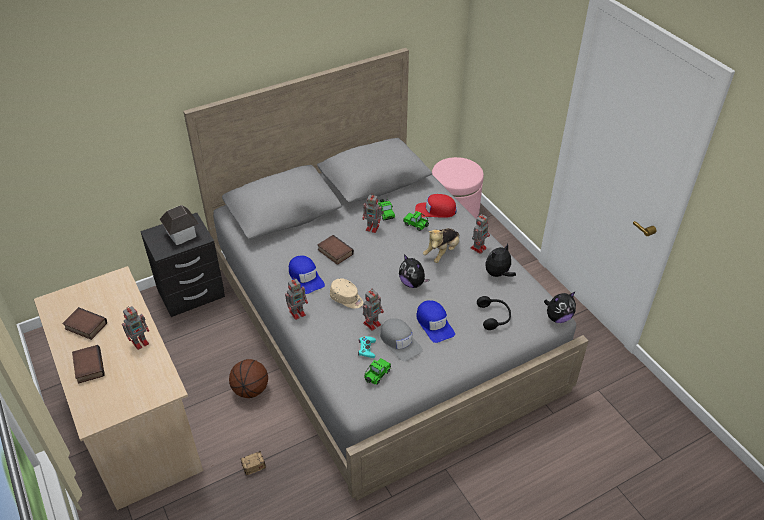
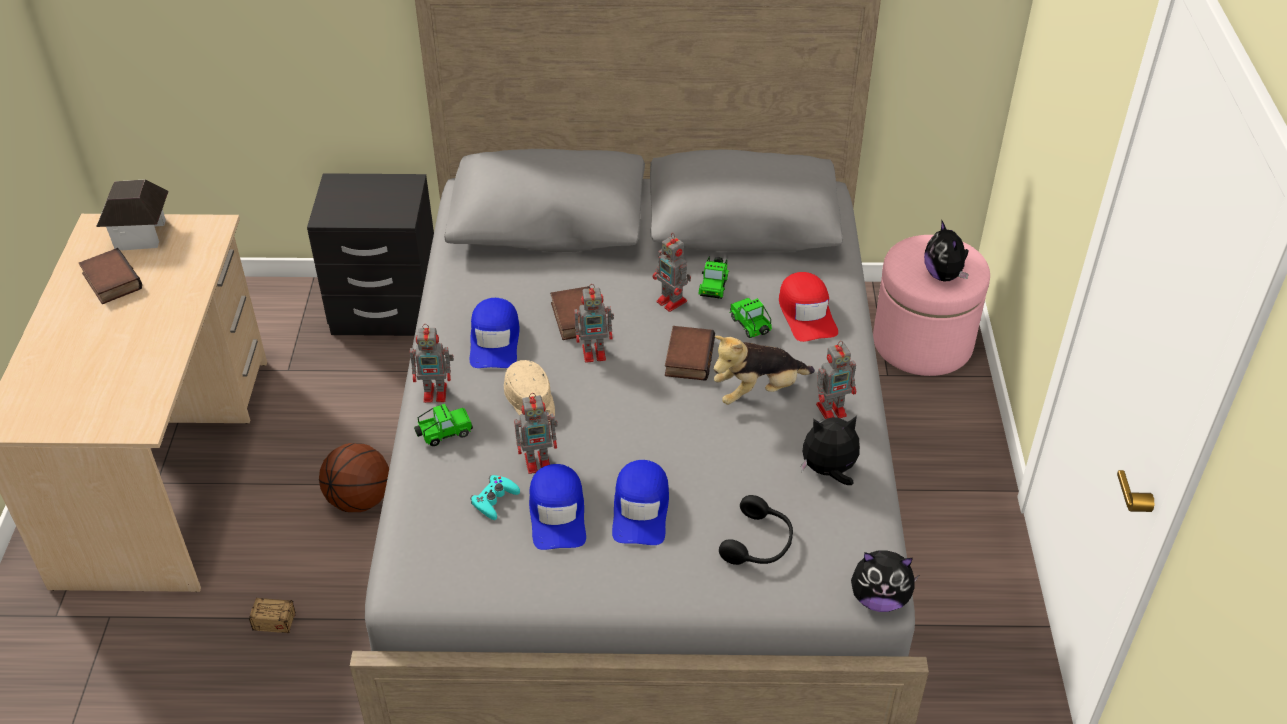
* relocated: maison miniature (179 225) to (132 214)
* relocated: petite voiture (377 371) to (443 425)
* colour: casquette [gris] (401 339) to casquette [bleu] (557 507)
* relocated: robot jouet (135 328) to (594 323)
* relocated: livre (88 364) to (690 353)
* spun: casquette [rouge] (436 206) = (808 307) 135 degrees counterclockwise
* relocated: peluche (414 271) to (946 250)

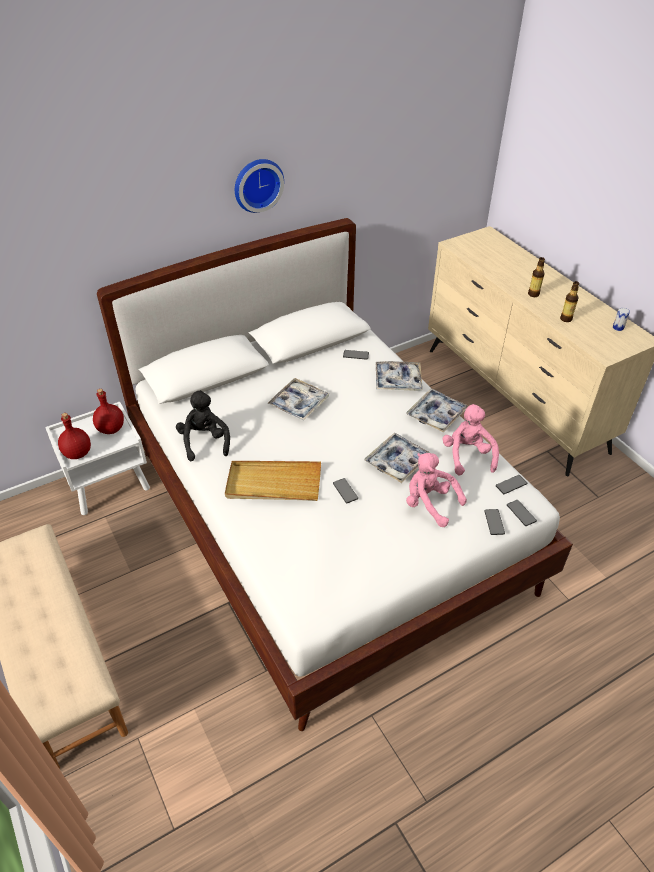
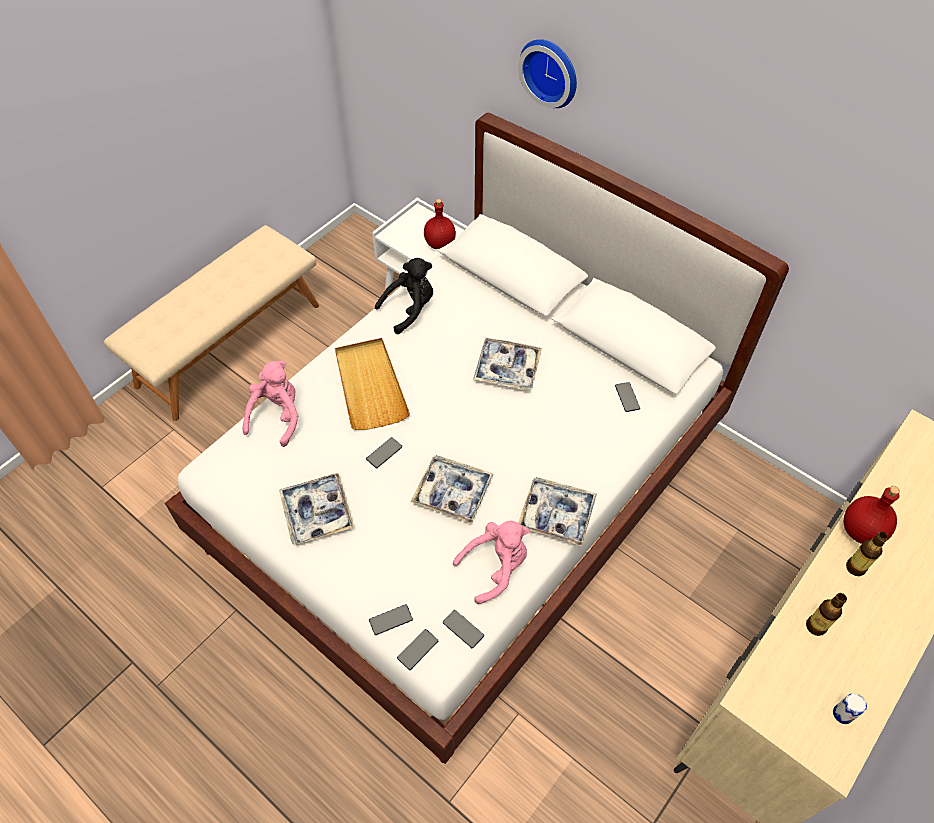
* relocated: peluche [rose] (436 490) to (270 404)
* relocated: plateau (399 376) to (316 509)
* relocated: horloge murale (259 186) to (547 73)
* relocated: bouteille [rouge] (74 436) to (872 515)

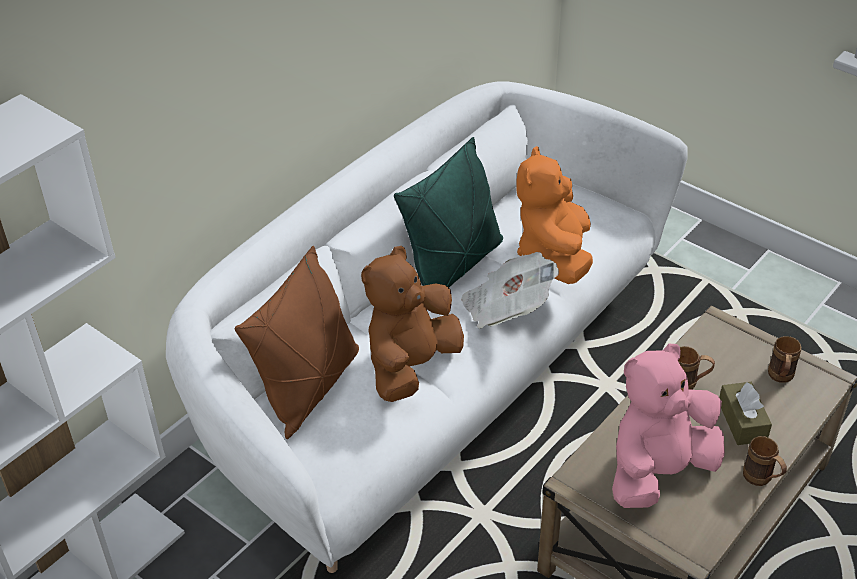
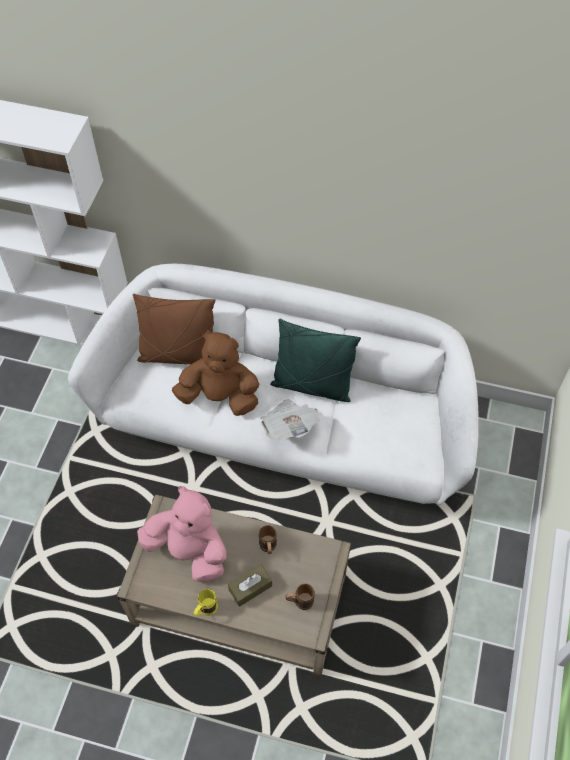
* colour: mug [marron] (765 461) to mug [jaune] (205 603)
* missing: peluche [orange] (554 215)

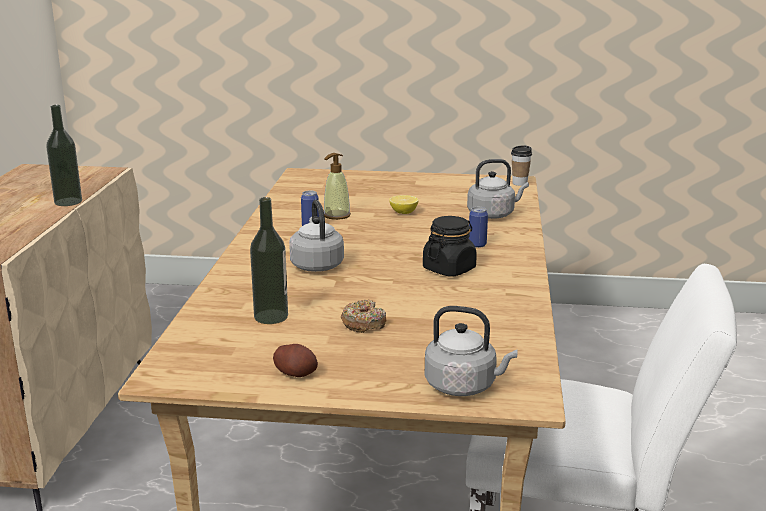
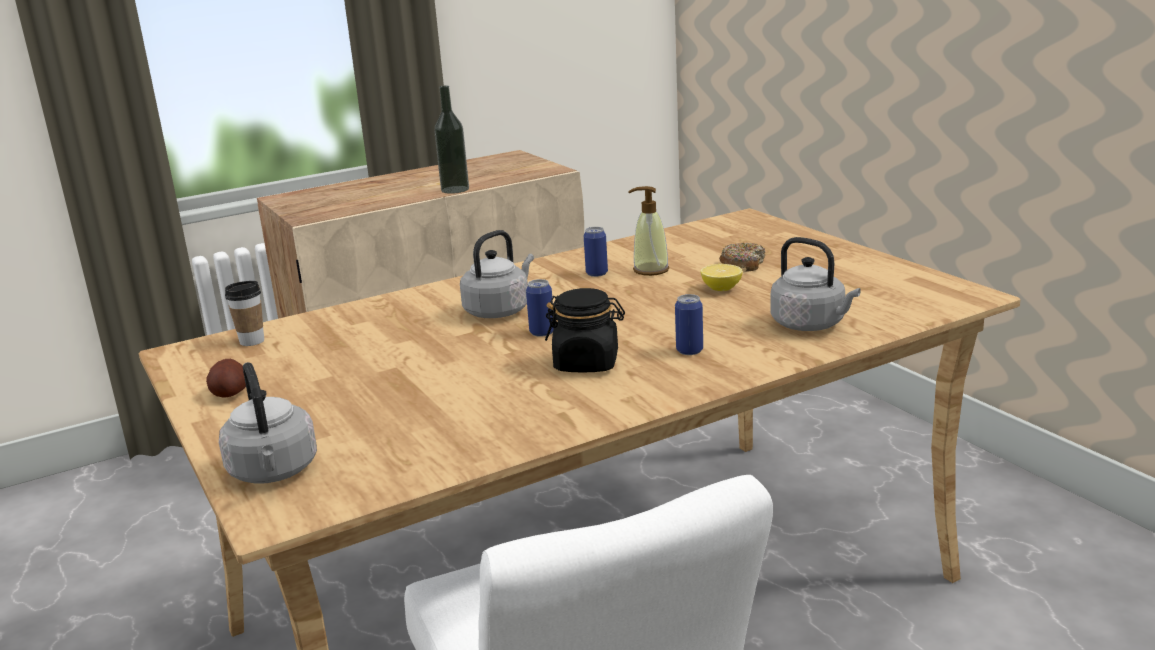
* relocated: tasse (521 165) to (244 313)
* appeared: boîte métallique (540 308)
* relocated: beignet (363 316) to (742 257)
* missing: bouteille (269 260)

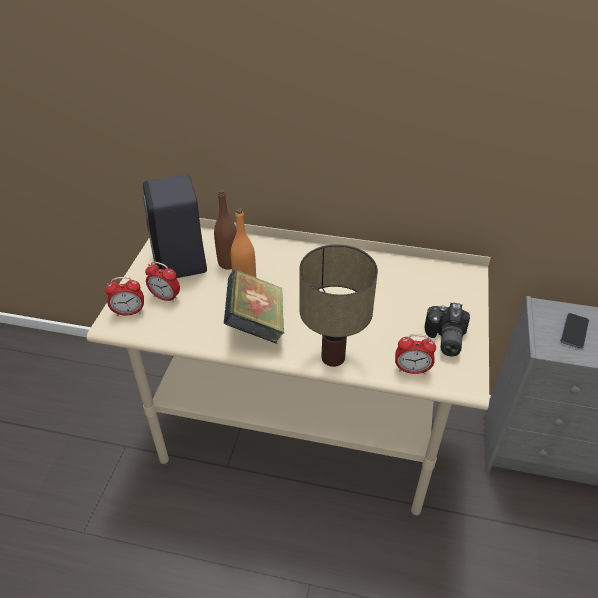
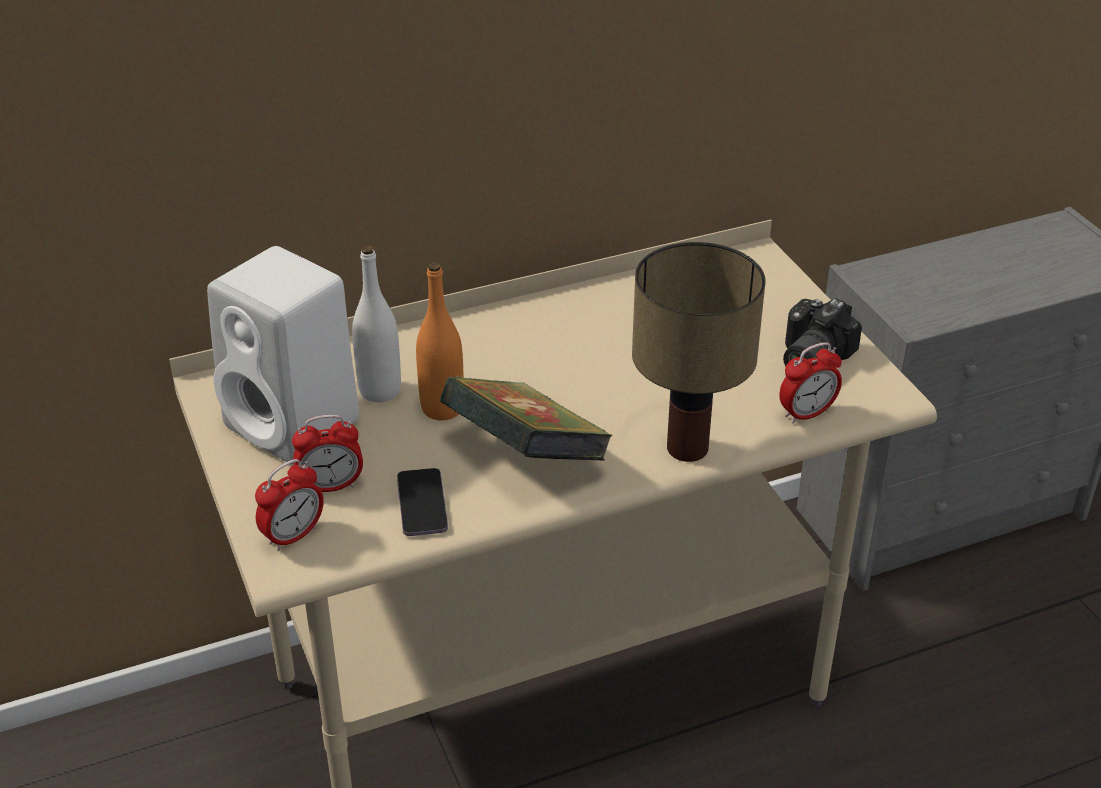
* colour: enceinte [noir] (175 226) to enceinte [blanc] (283 355)
* colour: bouteille [marron] (225 229) to bouteille [blanc] (376 323)
* relocated: téléphone (575 331) to (422 502)
* spun: appareil photo (447 329) = (822 332) 60 degrees clockwise

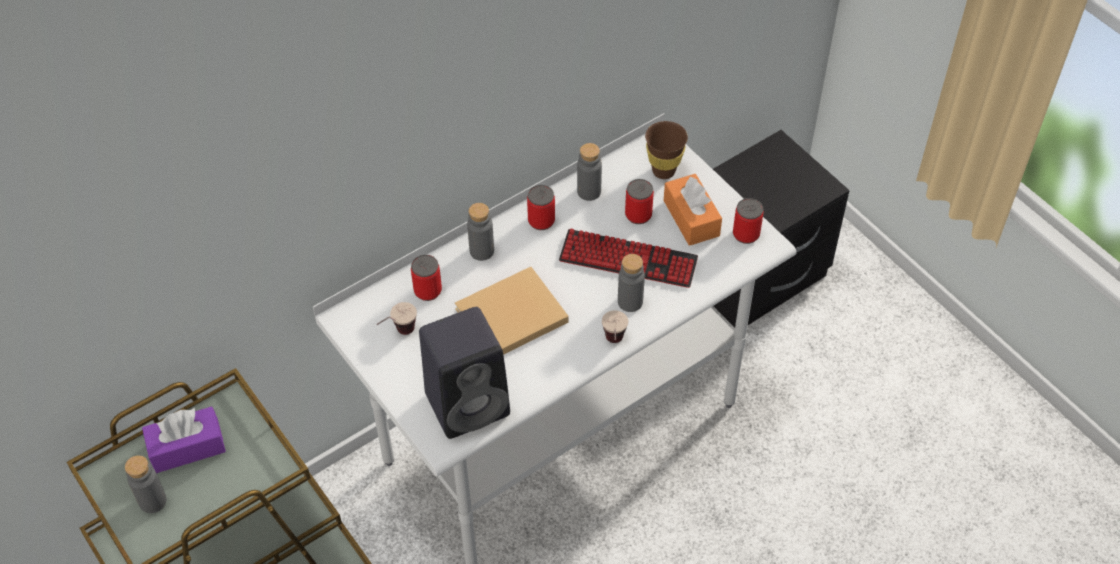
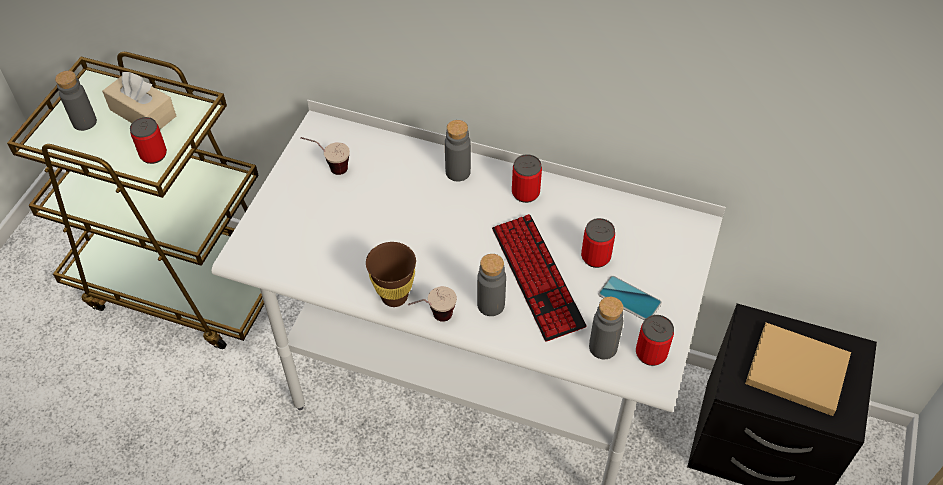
* colour: boîte à mouchoirs [violet] (184 439) to boîte à mouchoirs [beige] (139 100)
* relocated: boîte métallique (426 278) to (148 140)
* relocated: tasse [marron] (666 150) to (391 274)
* relocated: bouteille [gris] (589 172) to (606 328)
* exchanged: boîte à mouchoirs [orange] (693 210) to téléphone (630 298)
* relocated: livre [beige] (512 311) to (798 369)
* missing: enceinte [noir] (464 373)

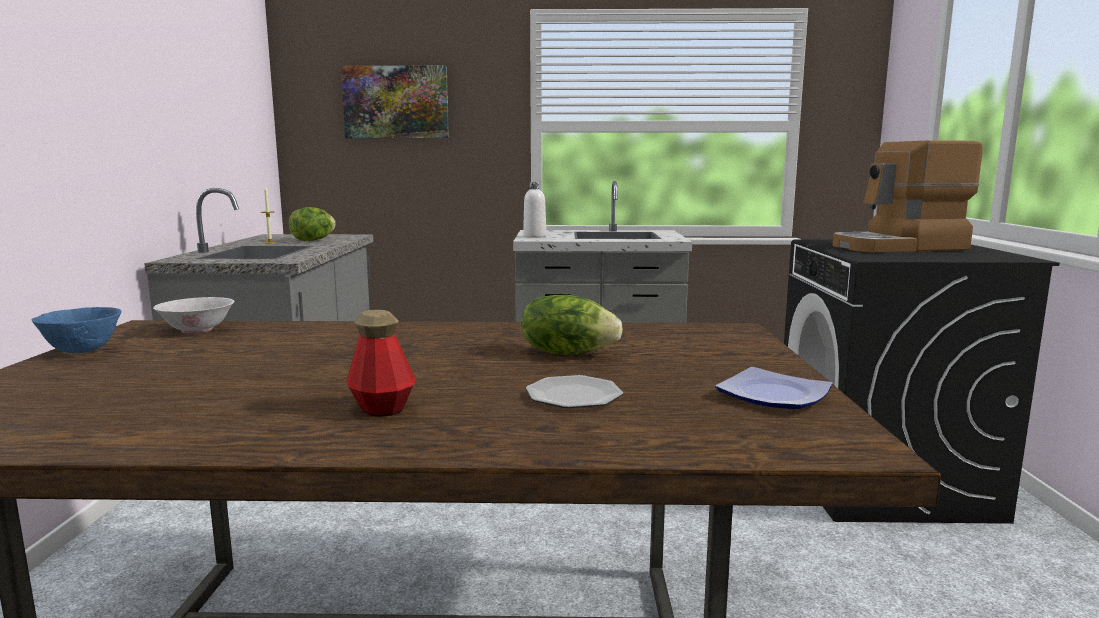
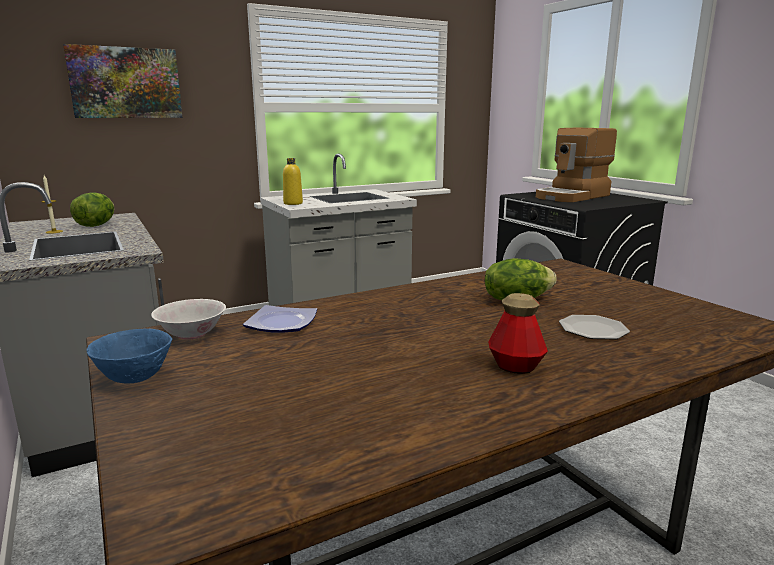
* relocated: assiette (774 388) to (280 319)
* colour: bouteille [blanc] (534 210) to bouteille [jaune] (293 181)

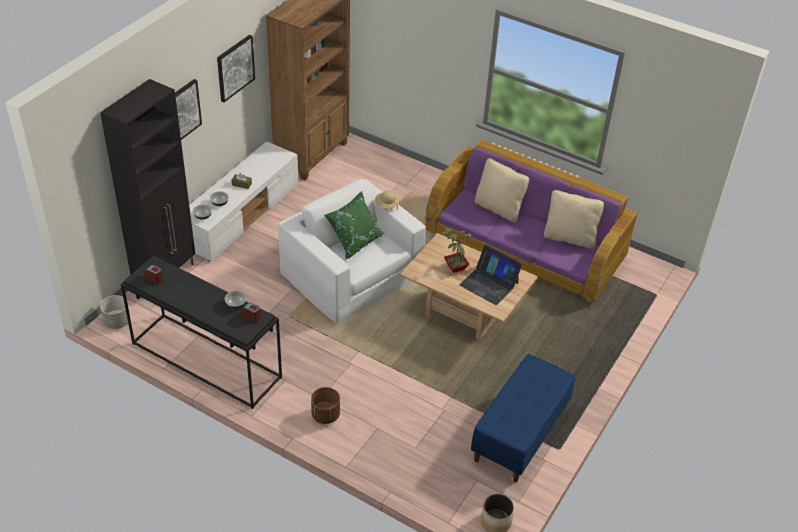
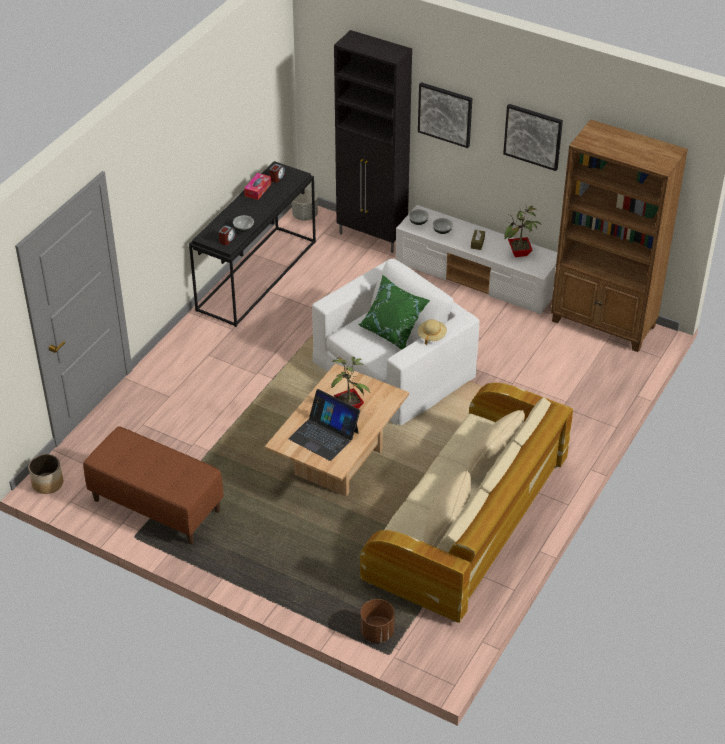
* colour: banc [bleu] (523 418) to banc [marron] (153 485)
* appeared: boîte à mouchoirs (257 186)
* spun: ordinateur portable (491 275) = (324 425) 90 degrees counterclockwise
* colour: canapé [violet] (531 221) to canapé [beige] (466 502)
* relocated: cache-pot [marron] (325 405) to (377 621)
* appeared: plante en pot (523 230)

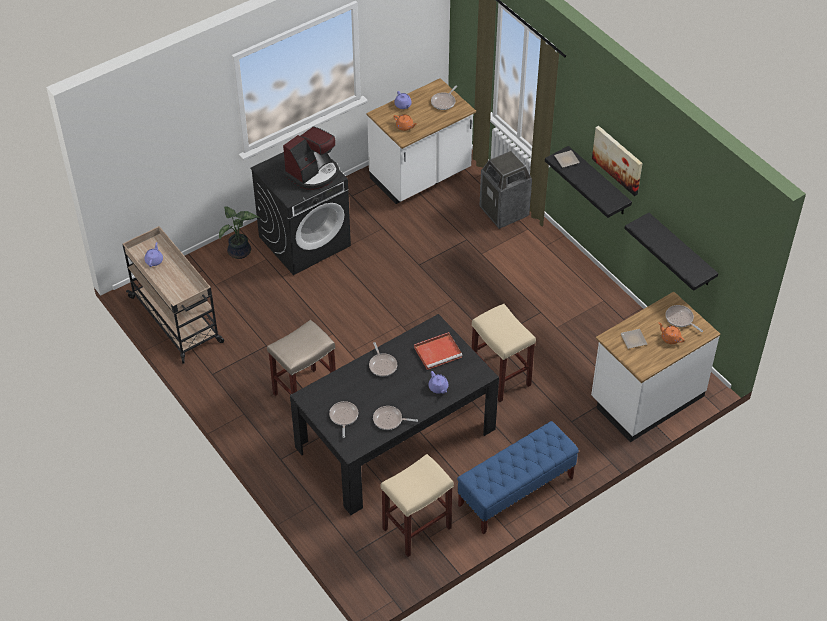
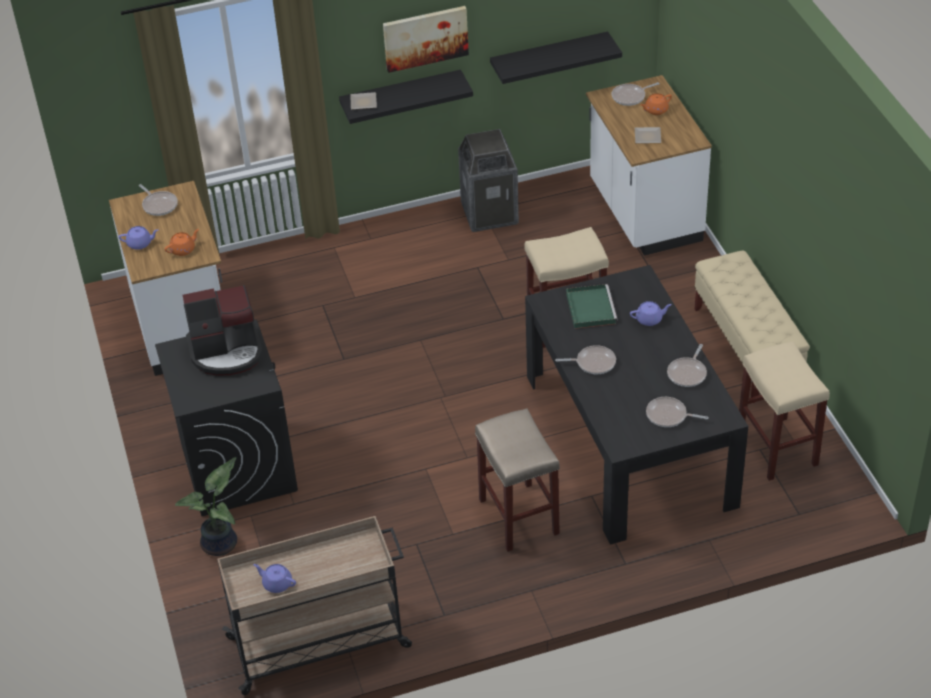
* spun: machine à café (311 158) = (222 330) 105 degrees clockwise
* relocated: poubelle (505 190) to (488 180)
* colour: plateau [rouge] (438 351) to plateau [vert] (592 306)
* colour: banc [bleu] (518 477) to banc [beige] (752 327)

